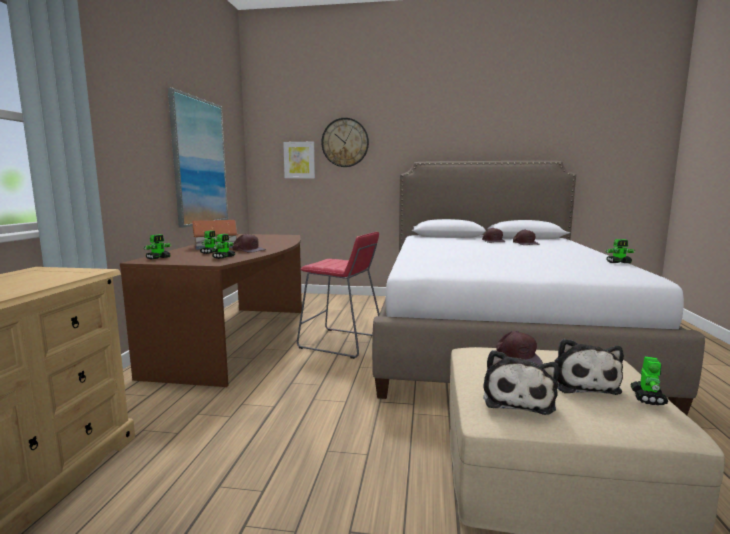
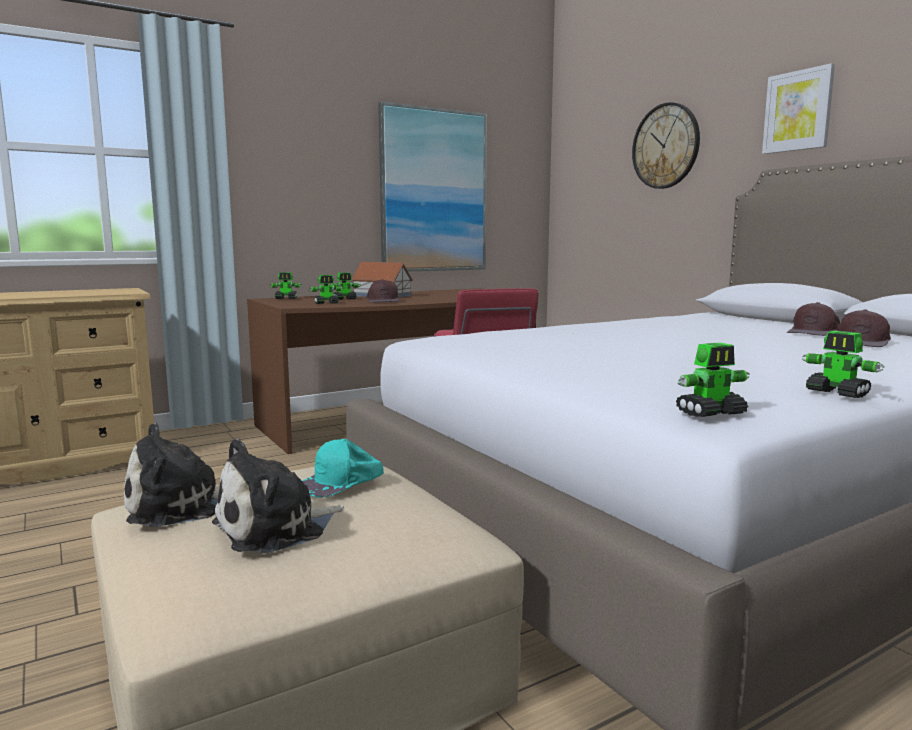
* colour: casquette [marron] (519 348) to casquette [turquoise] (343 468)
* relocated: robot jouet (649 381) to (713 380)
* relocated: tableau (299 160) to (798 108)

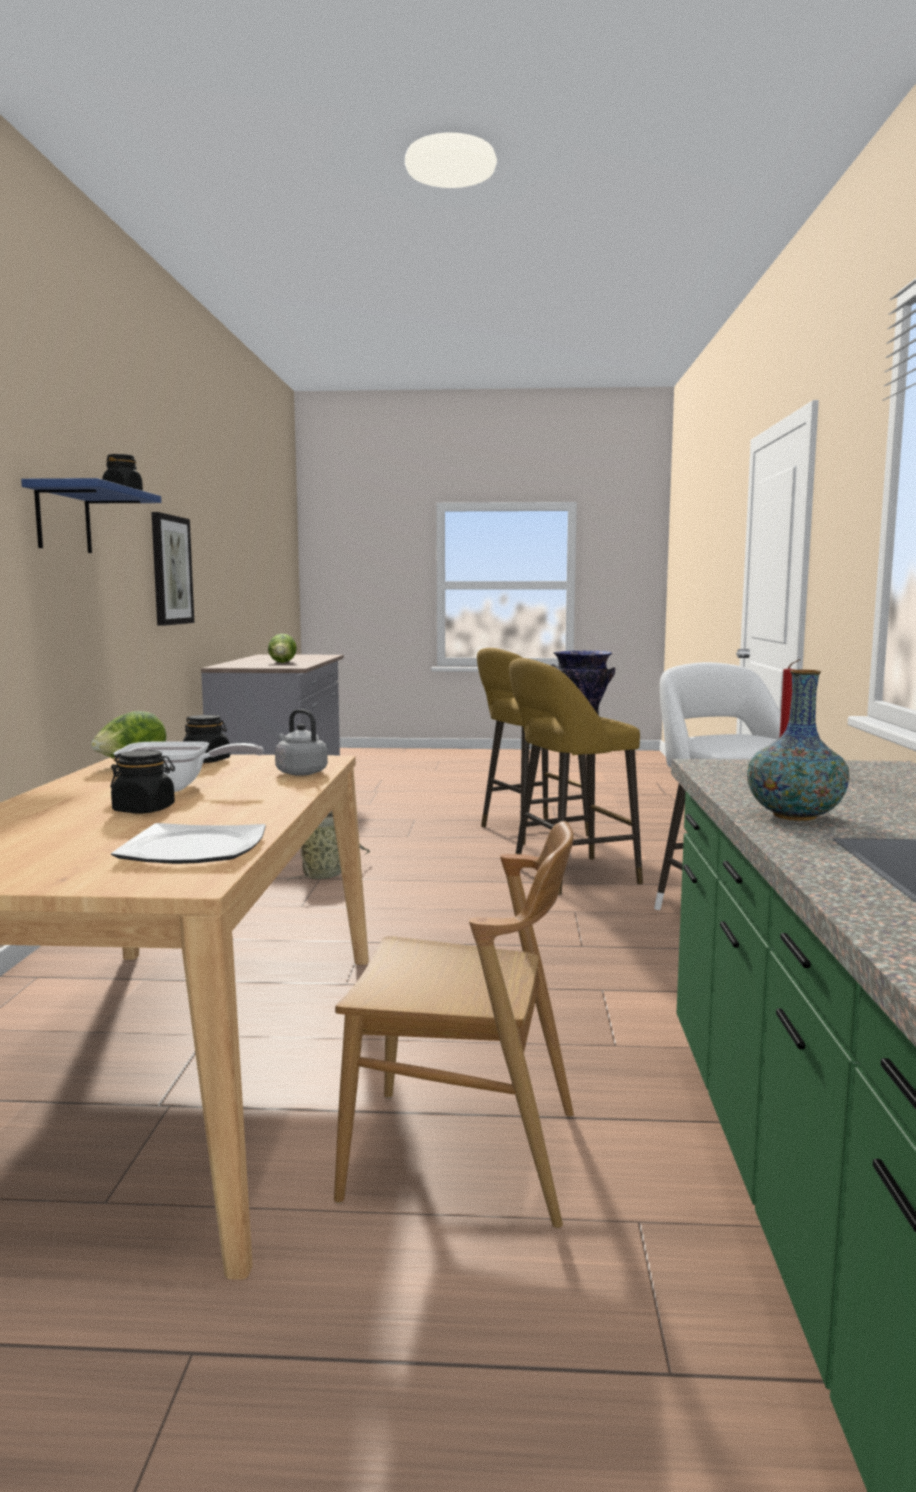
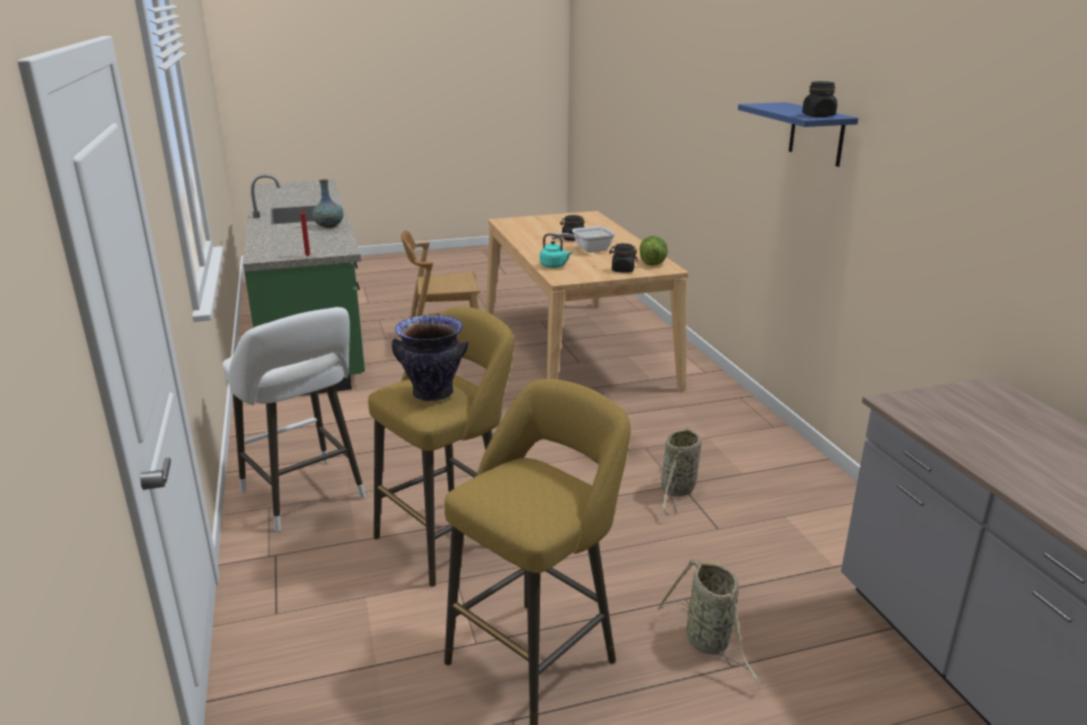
* colour: bouilloire [gris] (301 742) to bouilloire [turquoise] (556 250)
* appeared: panier (710 622)
* missing: assiette (188 843)
* missing: tableau (172 569)
* missing: laitue (282 648)

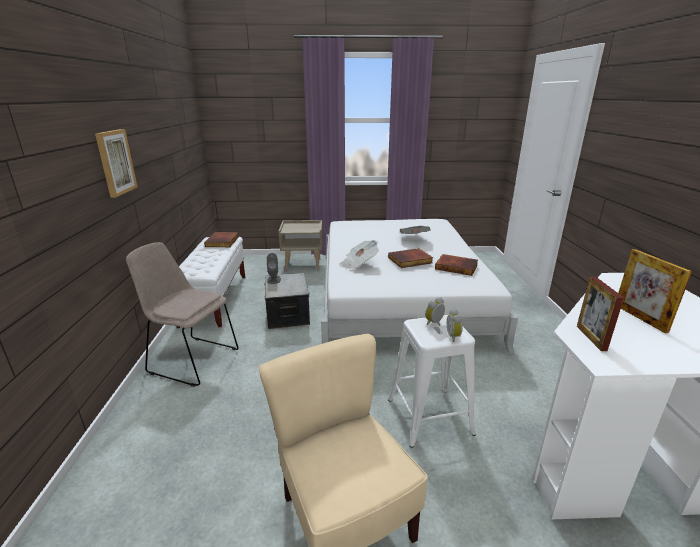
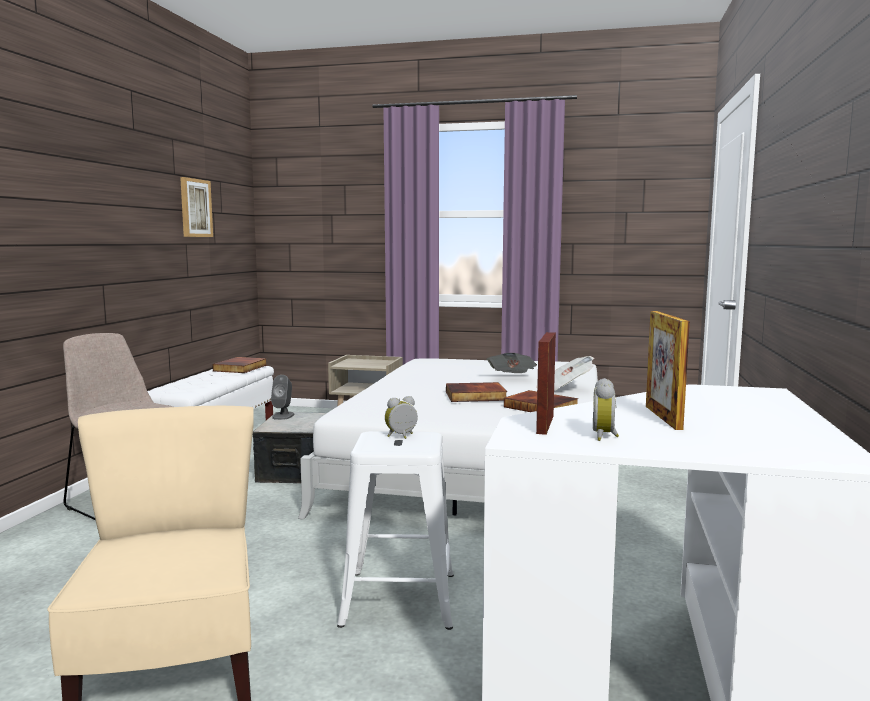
* relocated: tableau (116 163) to (196 207)
* relocated: journal (359 255) to (565 373)
* relocated: réveil (455 325) to (606 409)

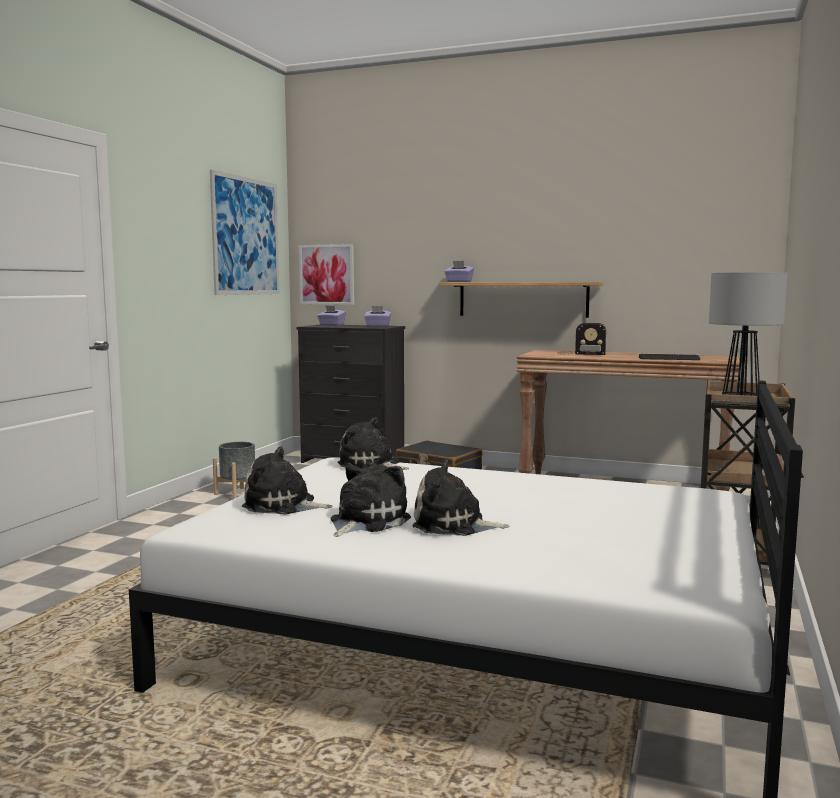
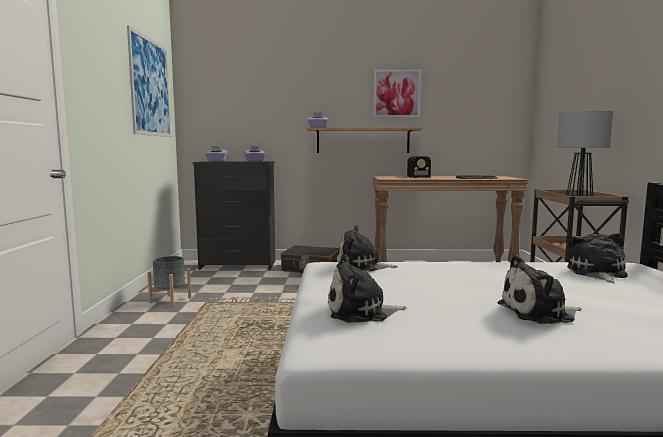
* relocated: tableau (326 274) to (397 93)
* relocated: peluche (370 500) to (597 258)

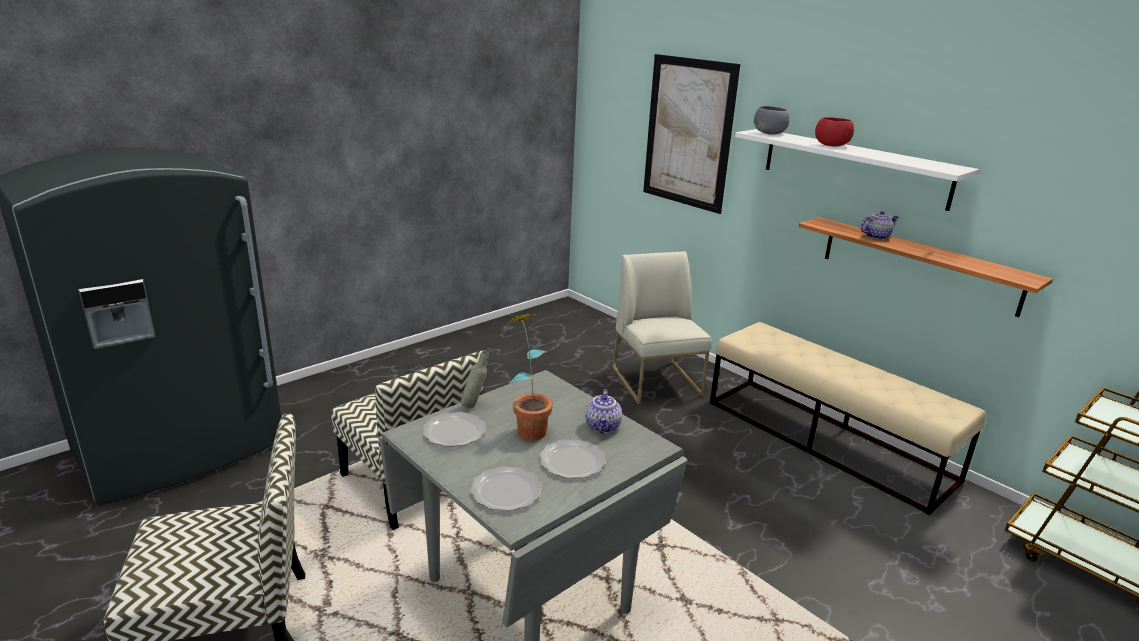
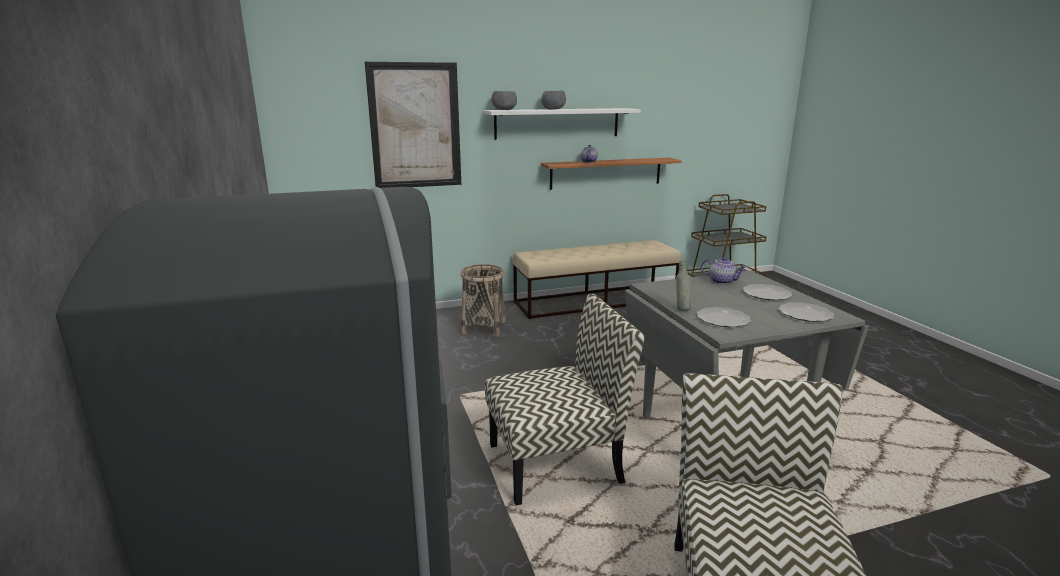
* exchanged: chaise [blanc] (662 327) to panier (483 300)
* colour: bol [rouge] (834 132) to bol [gris] (553 100)
* missing: plante en pot (530 376)

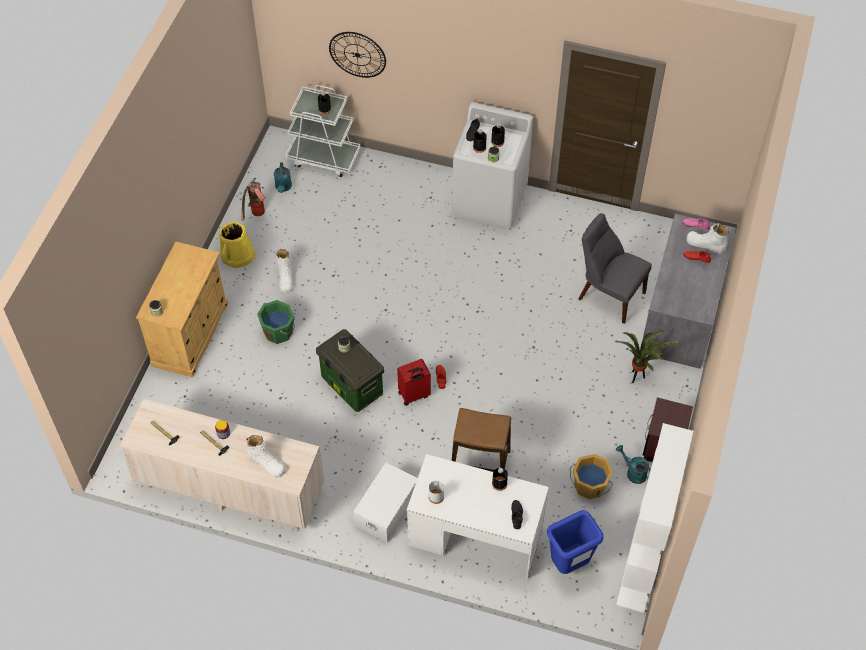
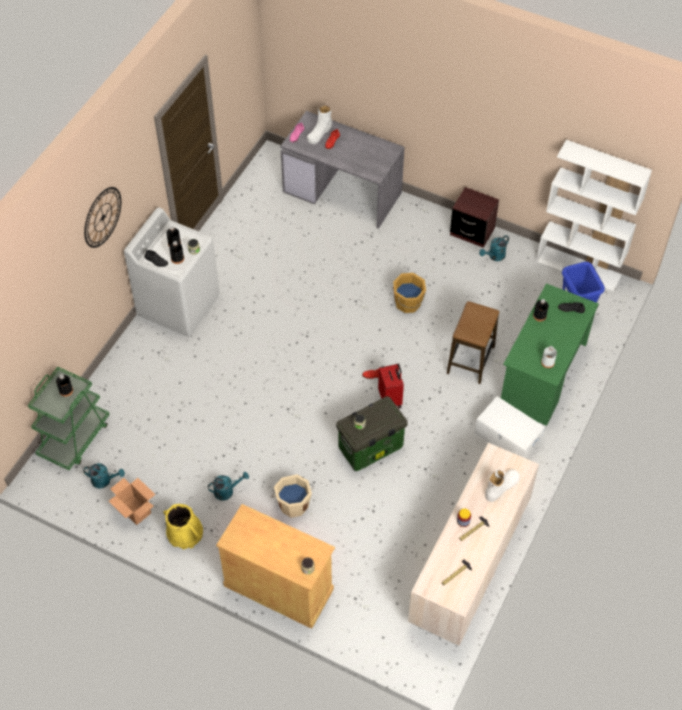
* colour: chariot [blanc] (323 131) to chariot [vert] (69 418)
* relocated: horloge murale (357 55) to (102 217)
* exchanged: extincteur (253 199) to carton (132 501)
* exchanged: botte [blanc] (284 270) to arrosoir [turquoise] (228 486)
* colour: seau [vert] (276 322) to seau [beige] (292 496)
* relocated: seau [orange] (591 476) to (409 293)
* colour: bureau [blanc] (478 516) to bureau [vert] (550 354)
* missing: chaise [gris] (615 268)
* missing: plante en pot (648 357)

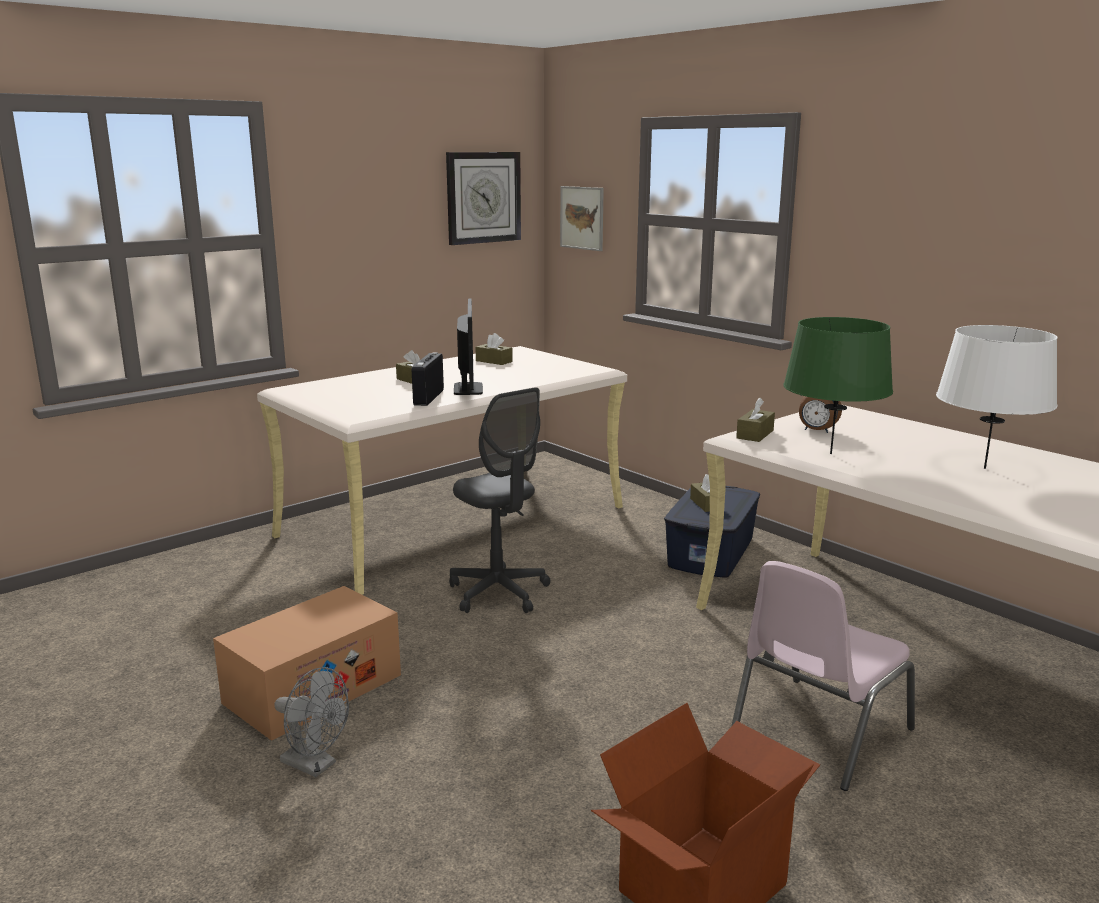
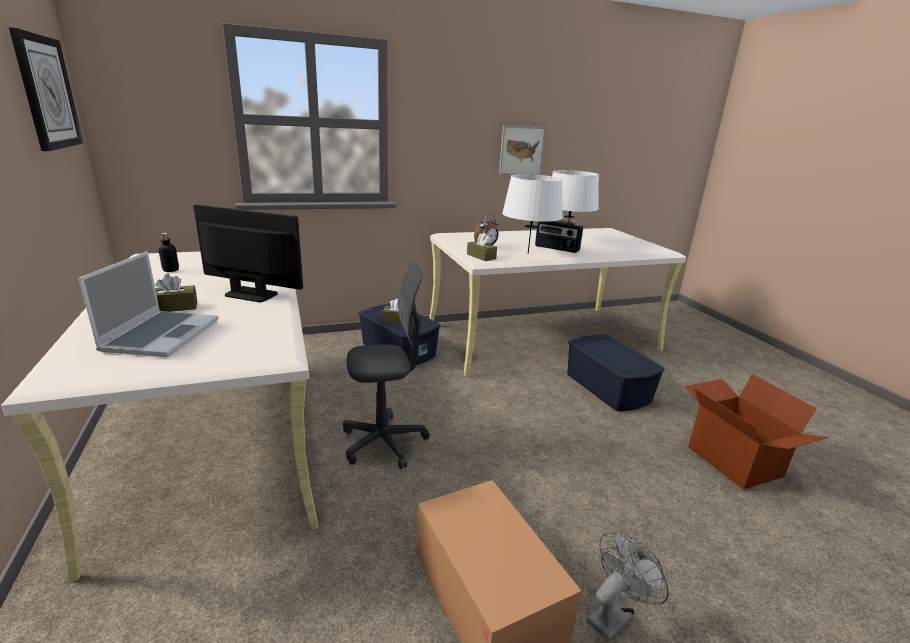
* appeared: ordinateur portable (148 304)
* exchanged: boîte à mouchoirs [marron] (494 349) to bouteille (169 252)
* relocated: tableau (582 218) to (522 150)
* colour: lampe de table [vert] (838 385) to lampe de table [blanc] (532 214)
* relocated: radio (428 379) to (559 236)
* exchanged: chaise [rose] (823 676) to boîte de rangement [bleu] (616 372)

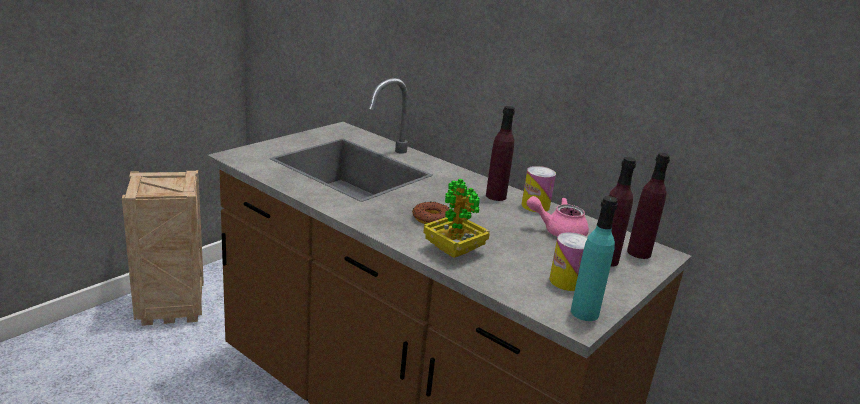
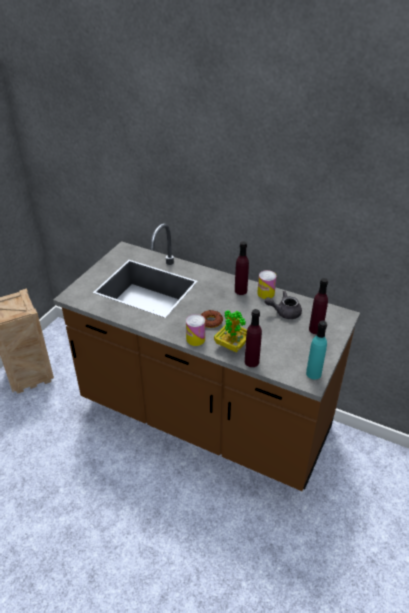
* relocated: boîte métallique (568 261) to (195 330)
* relocated: bouteille [violet] (648 206) to (253 338)
* colour: théière [rose] (558 216) to théière [gris] (283 305)

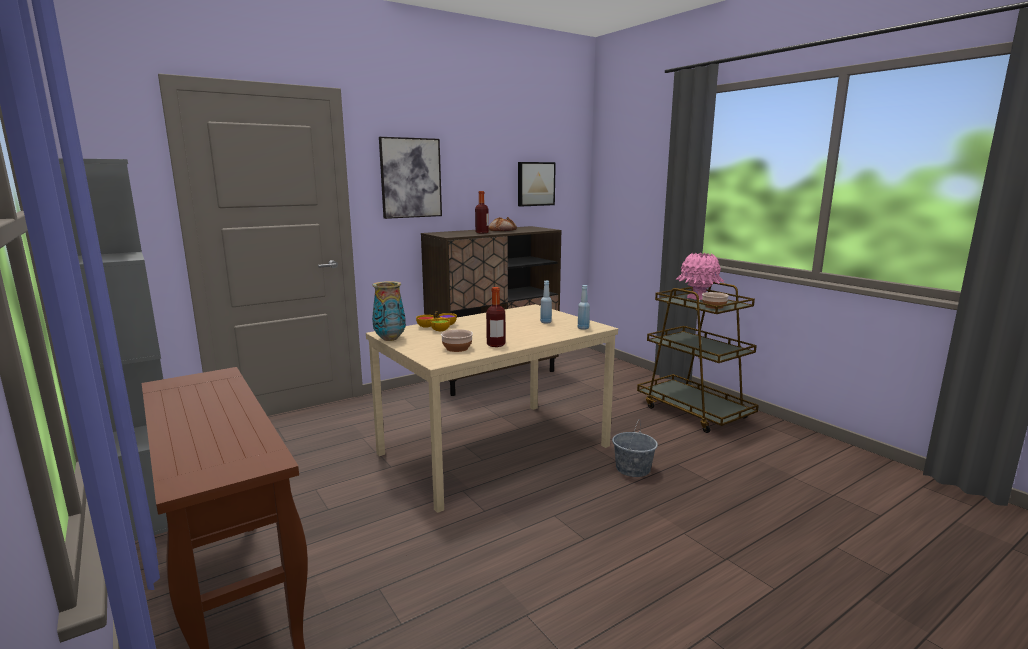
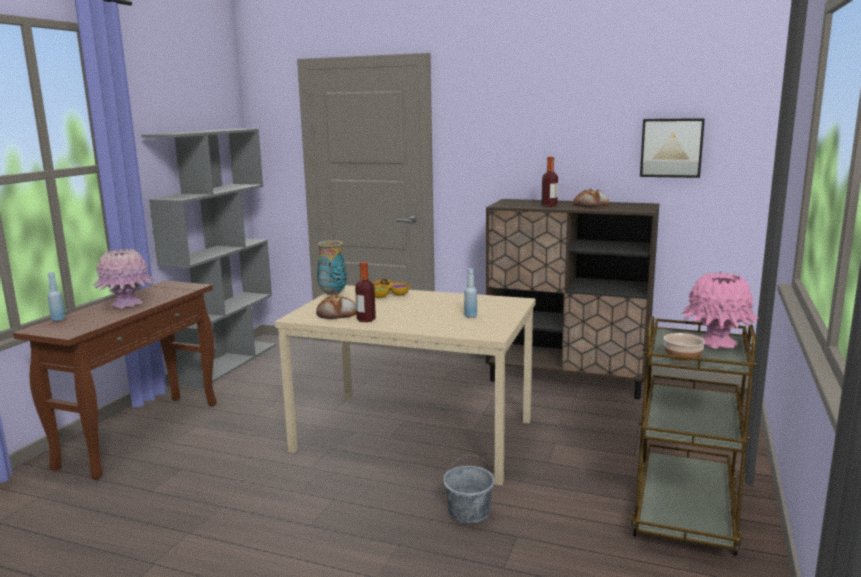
* relocated: bouteille [bleu] (584 307) to (57 296)
* appeared: vase [rose] (124 278)
* exchanged: bol (457 340) to pain (336 306)
* missing: tableau (410 178)

